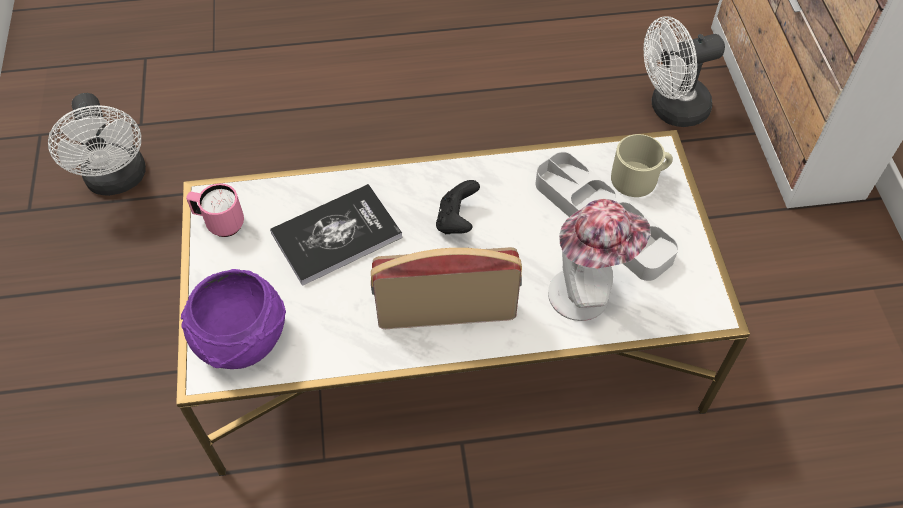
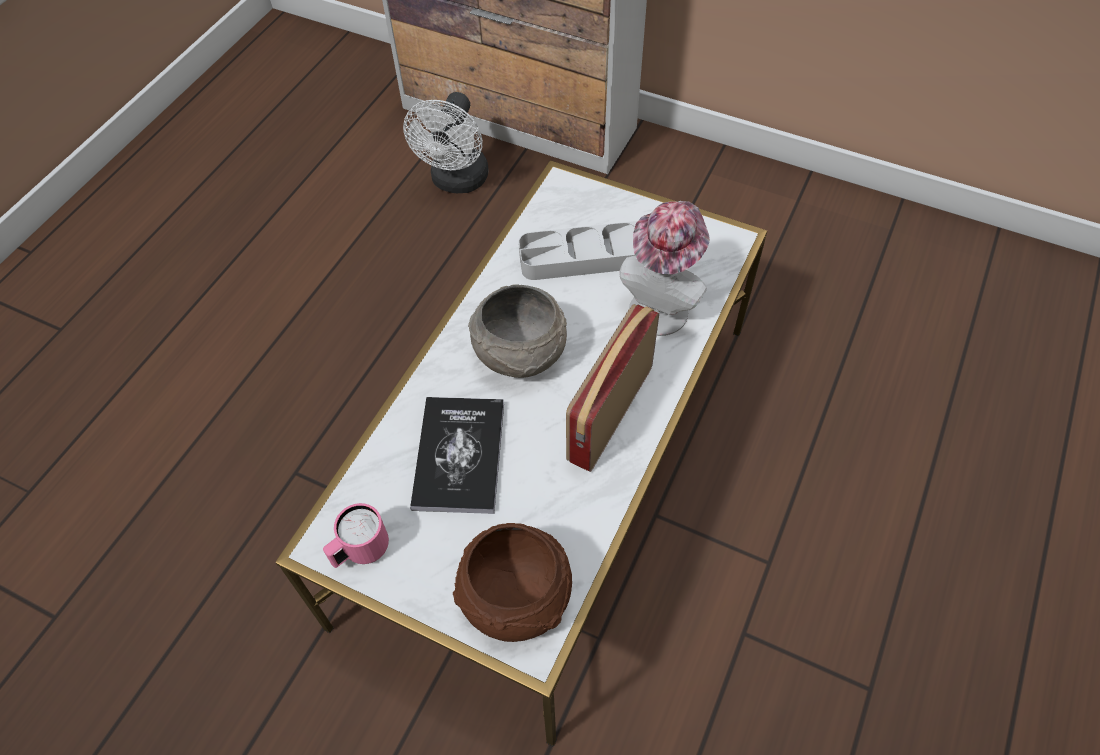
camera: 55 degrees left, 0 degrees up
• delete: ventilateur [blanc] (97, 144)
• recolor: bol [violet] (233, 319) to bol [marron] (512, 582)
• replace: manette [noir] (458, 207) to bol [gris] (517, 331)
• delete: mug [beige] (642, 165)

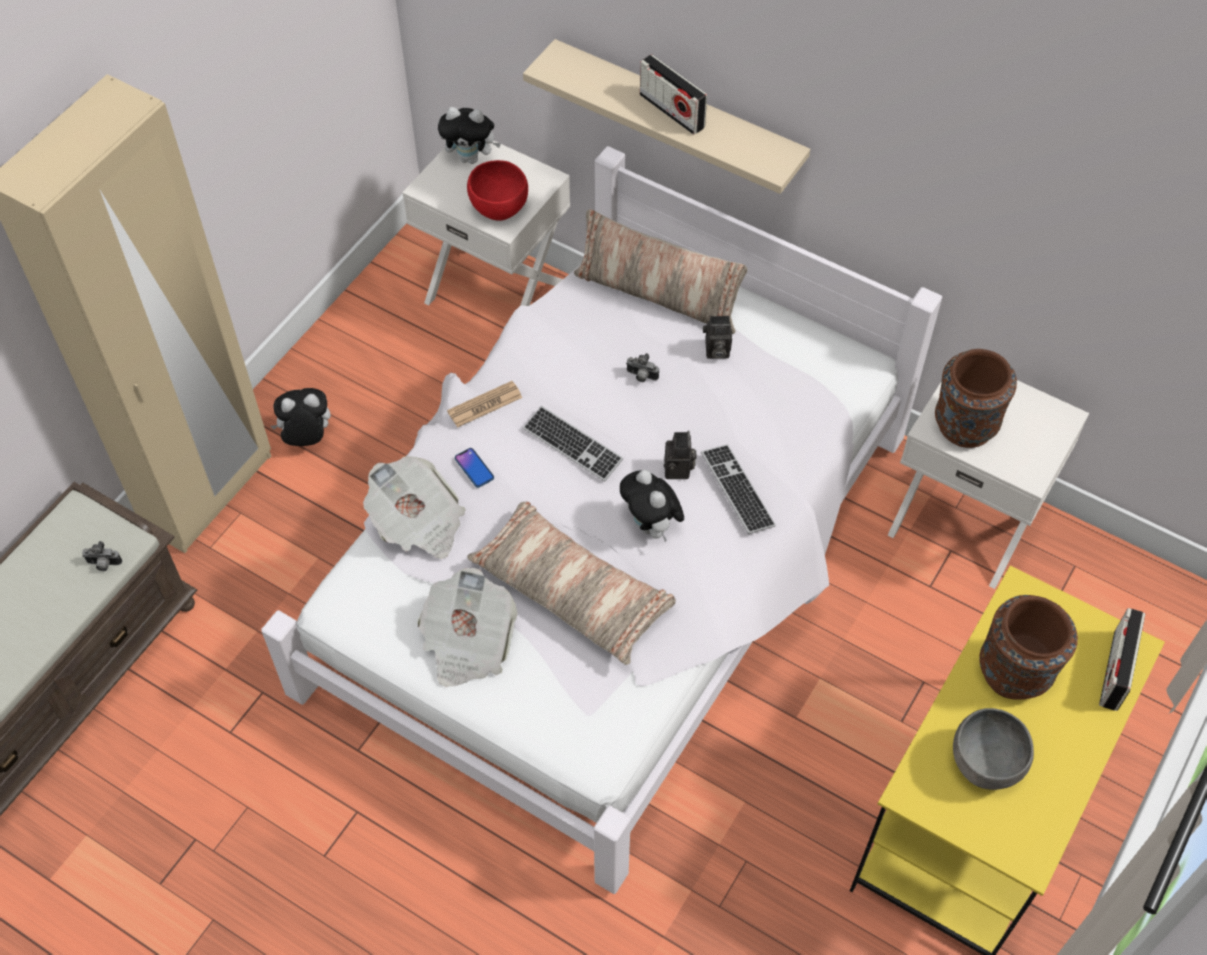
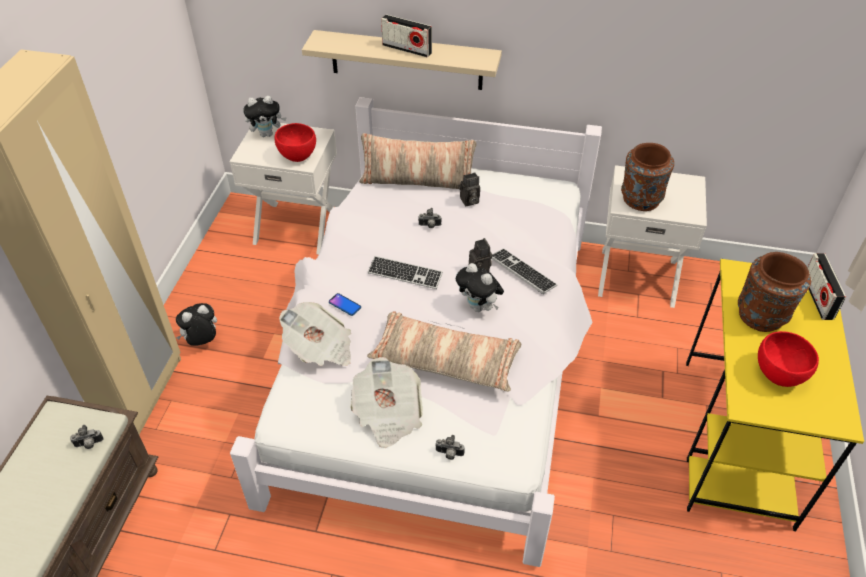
camera: 20 degrees left, 10 degrees down
• delete: journal (485, 404)
• recolor: bol [gris] (993, 749) to bol [rouge] (788, 359)
• insert: appareil photo (450, 447)

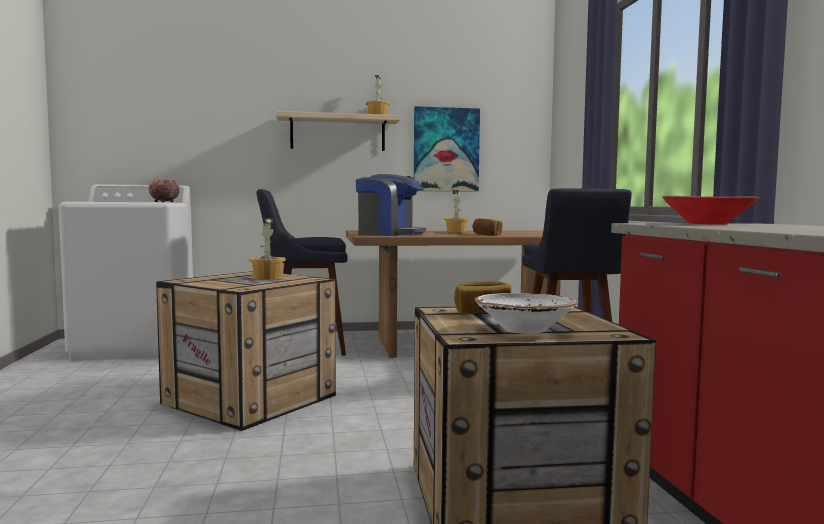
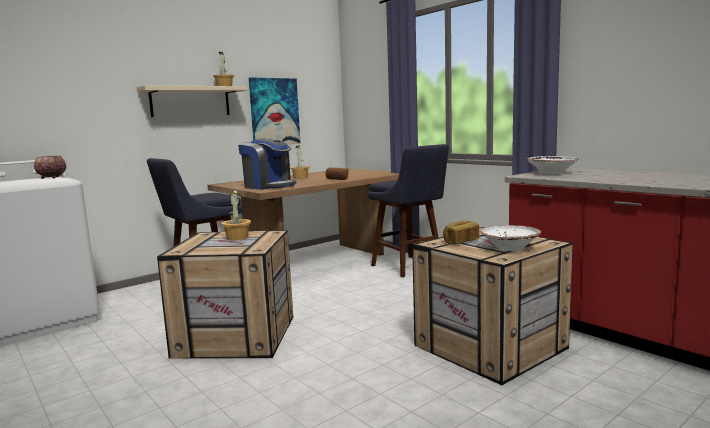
camera: 30 degrees left, 5 degrees up
• rotate: machine à café (391, 205) = (267, 164) 45 degrees clockwise
• recolor: bol [rouge] (711, 210) to bol [blanc] (553, 165)

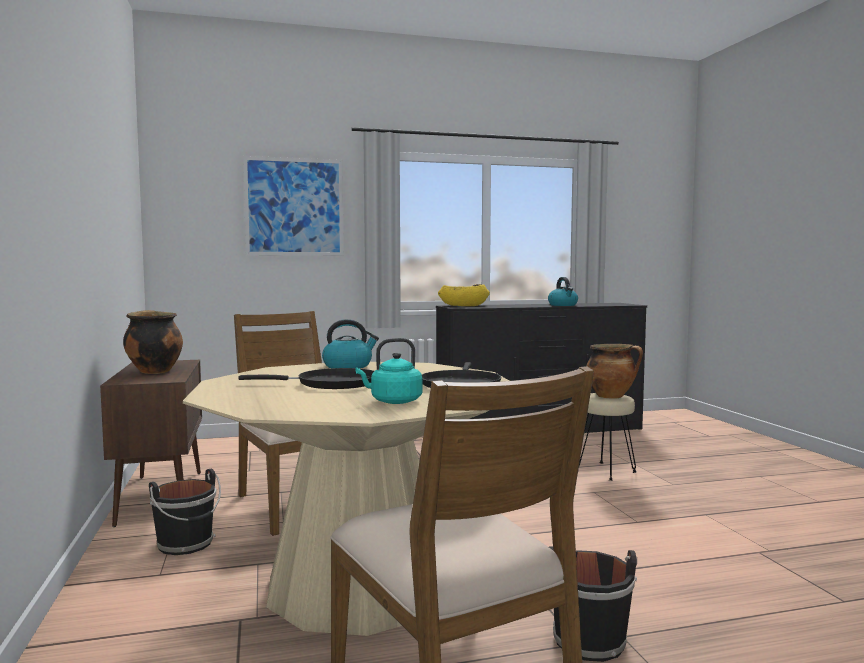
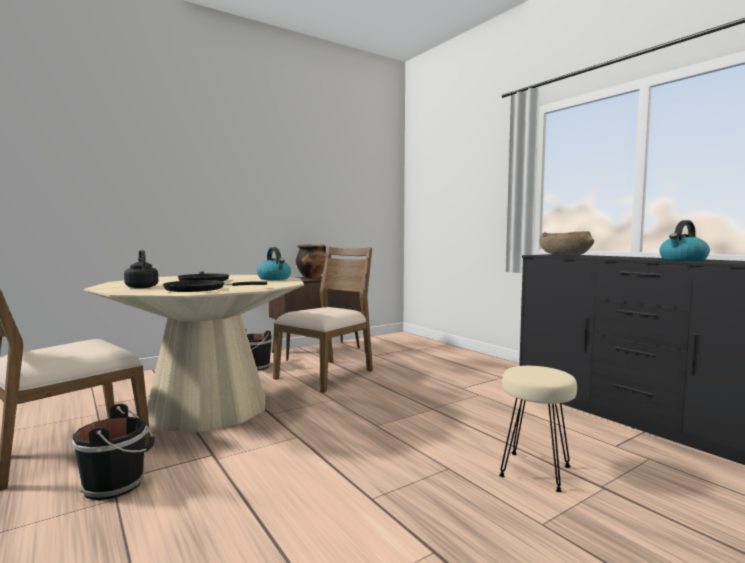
camera: 70 degrees right, 0 degrees up
• delete: tableau (293, 206)
• recolor: bouilloire [turquoise] (389, 371) to bouilloire [noir] (141, 268)
• recolor: bol [jaune] (464, 295) to bol [marron] (566, 243)
• delete: marmite (615, 371)

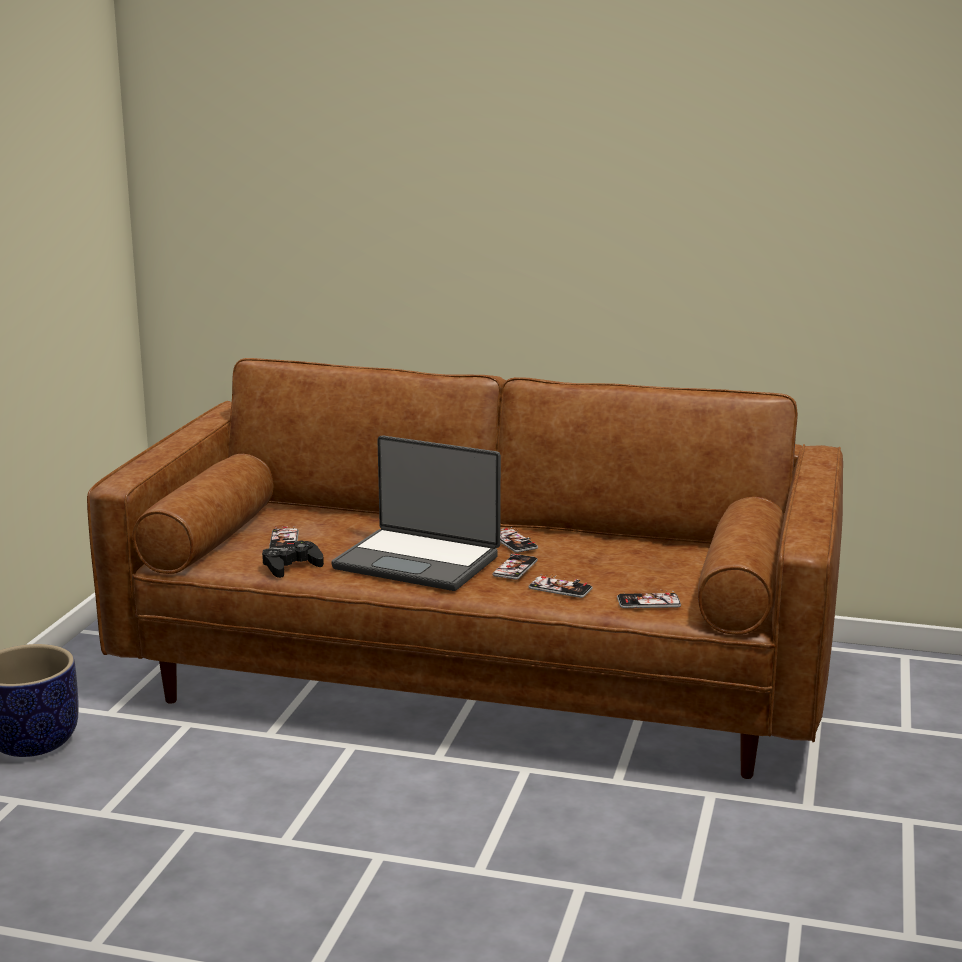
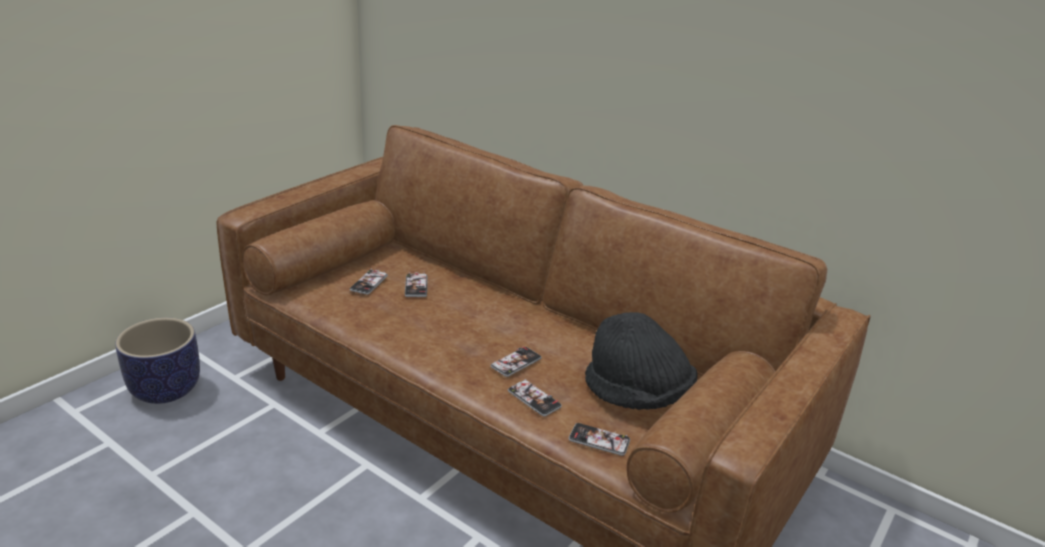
camera: 20 degrees right, 10 degrees up
• delete: manette [noir] (293, 559)
• delete: ordinateur portable (416, 513)
• move: téléphone (519, 540) to (416, 284)
• insert: chapeau [noir] (641, 361)

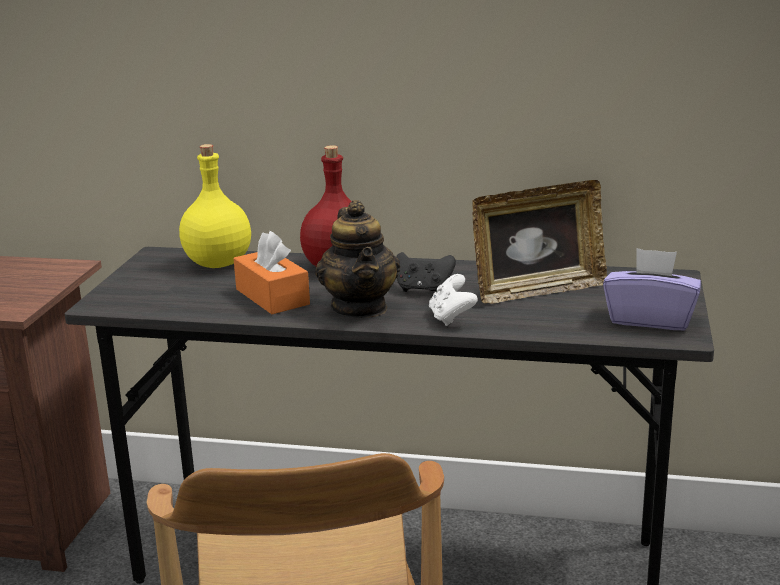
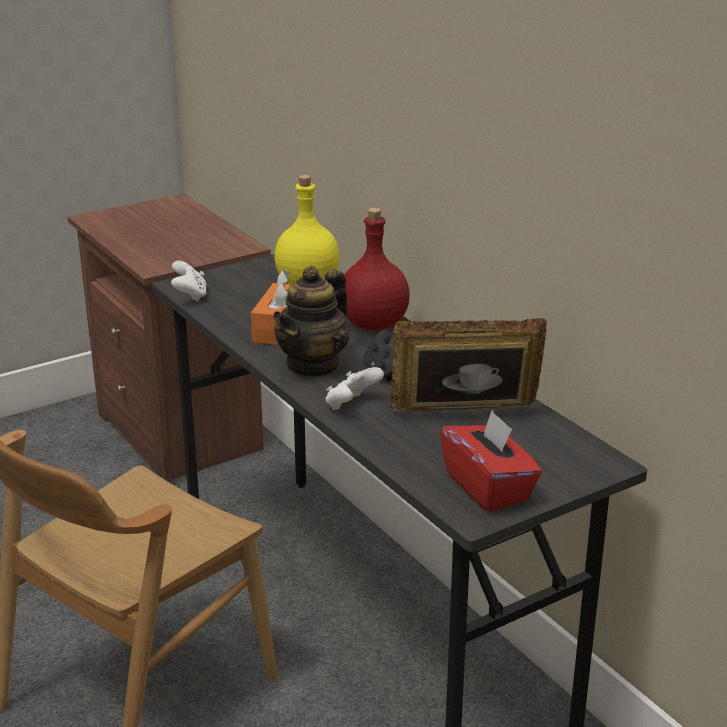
camera: 45 degrees right, 5 degrees up
• rotate: cadre photo (539, 242) = (468, 365) 150 degrees clockwise
• recolor: boîte à mouchoirs [violet] (652, 289) to boîte à mouchoirs [rouge] (491, 461)
• insert: manette [blanc] (189, 281)

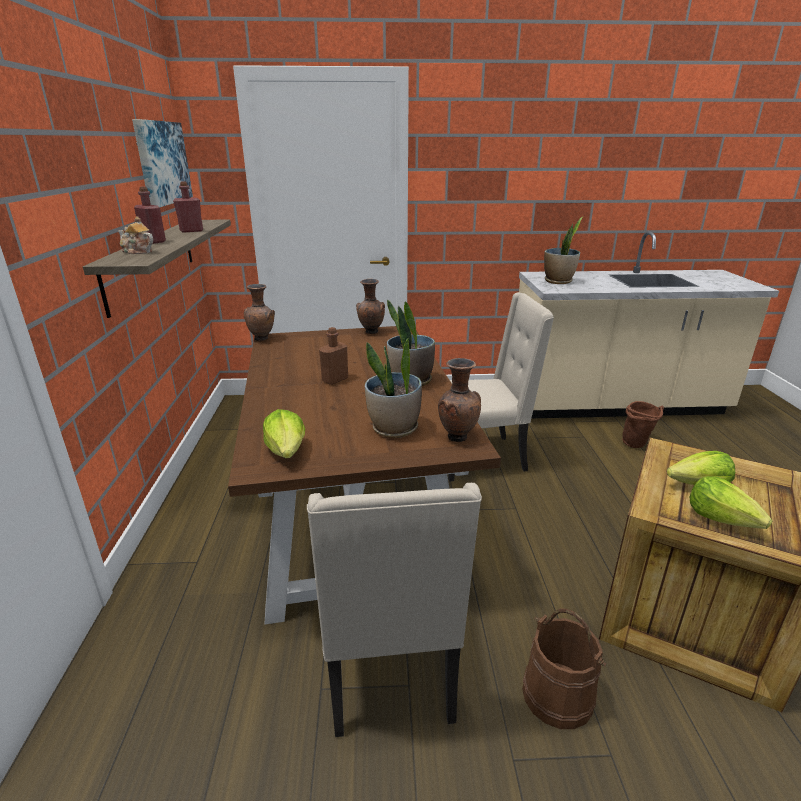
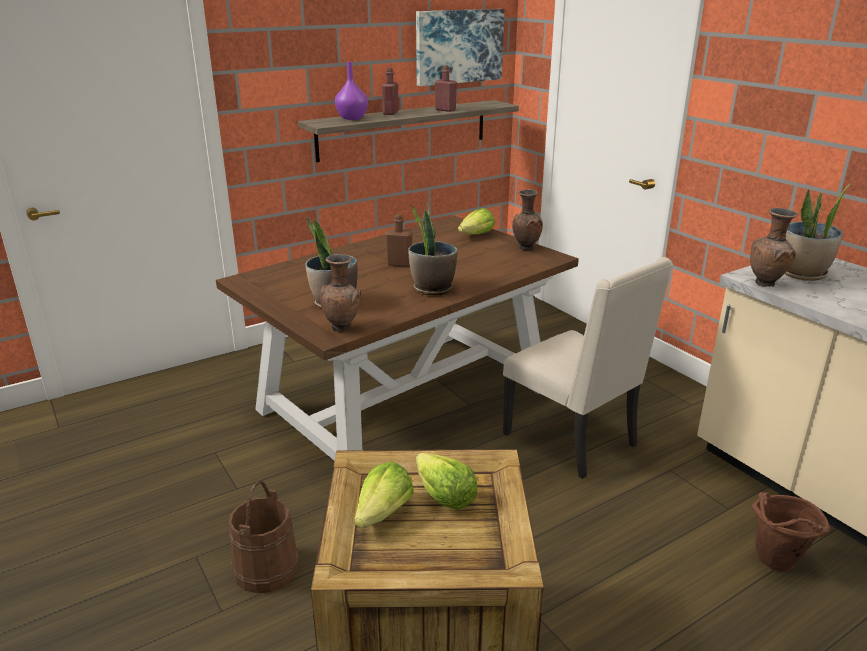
camera: 60 degrees right, 0 degrees up
• replace: théière (135, 235) to vase [violet] (351, 91)
• move: vase [marron] (259, 312) to (774, 247)
• move: laitue (284, 433) to (476, 221)
• delete: chaise [beige] (394, 610)

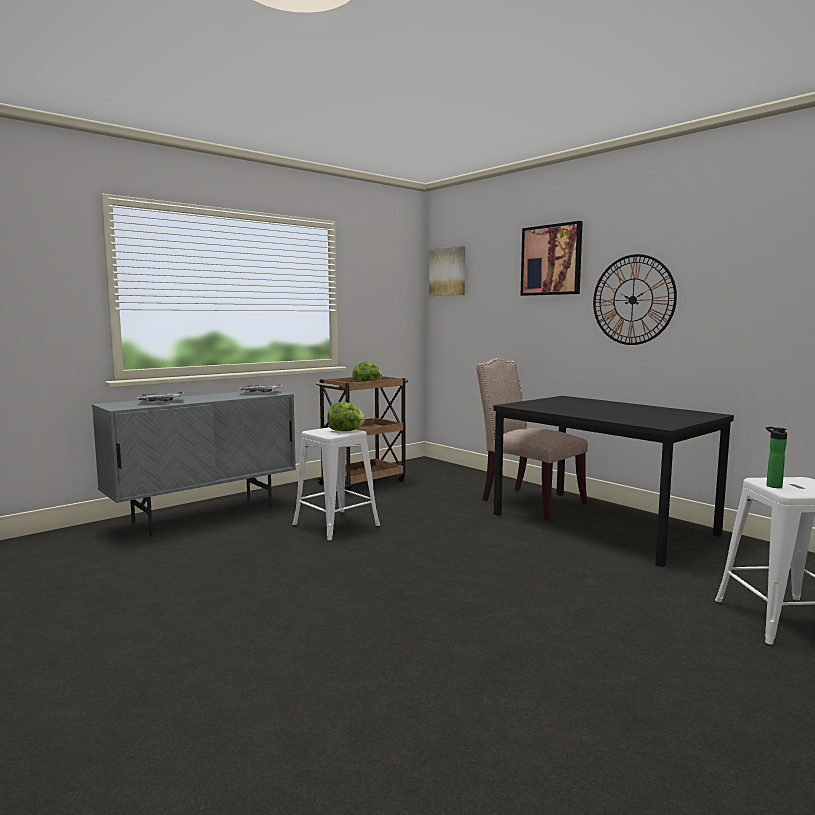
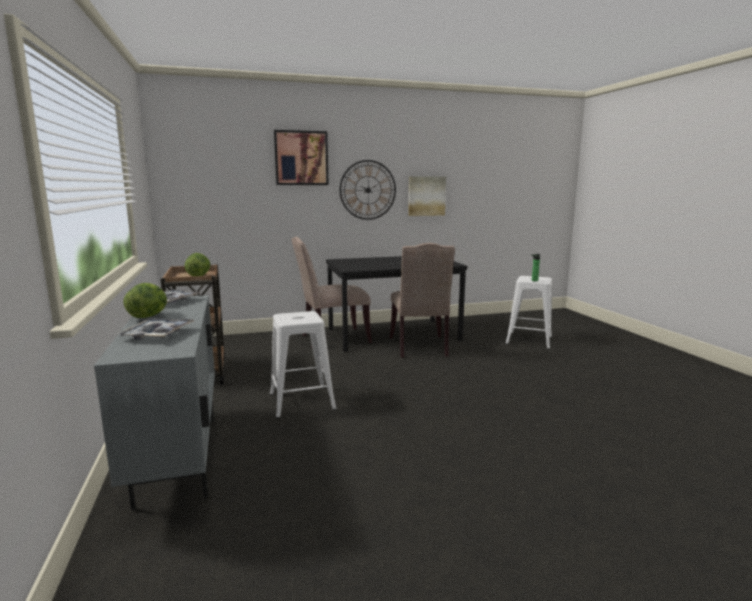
camera: 65 degrees left, 5 degrees up
• move: laitue (346, 416) to (145, 300)
• move: tableau (447, 271) to (427, 196)
• insert: chaise [beige] (422, 300)

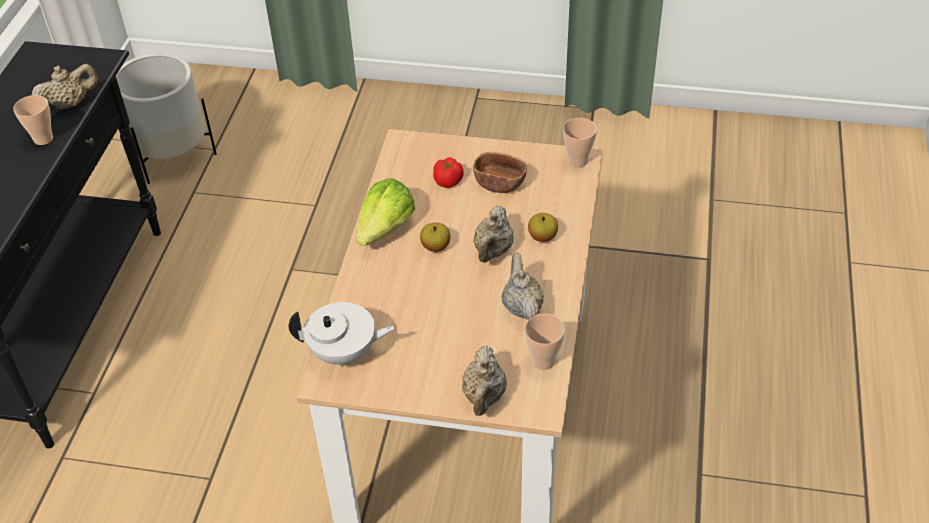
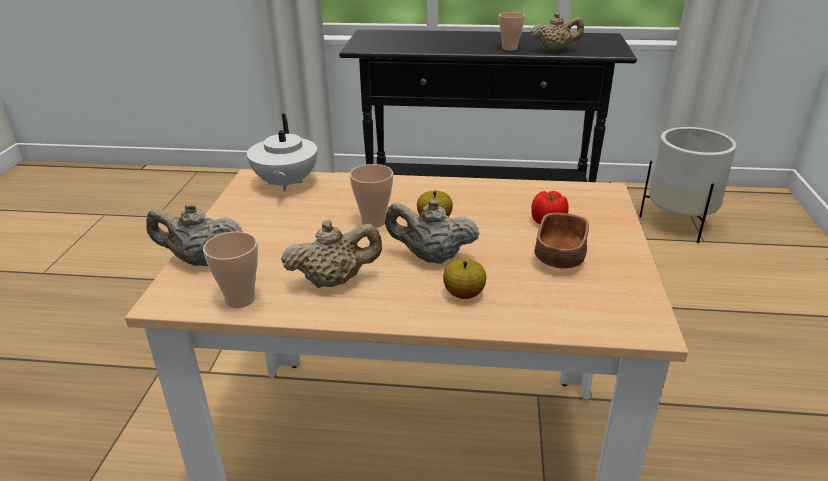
camera: 85 degrees right, 15 degrees down
• rotate: théière [beige] (65, 87) = (557, 32) 60 degrees counterclockwise
• delete: laitue (385, 212)
• move: tasse (580, 143) to (371, 196)

